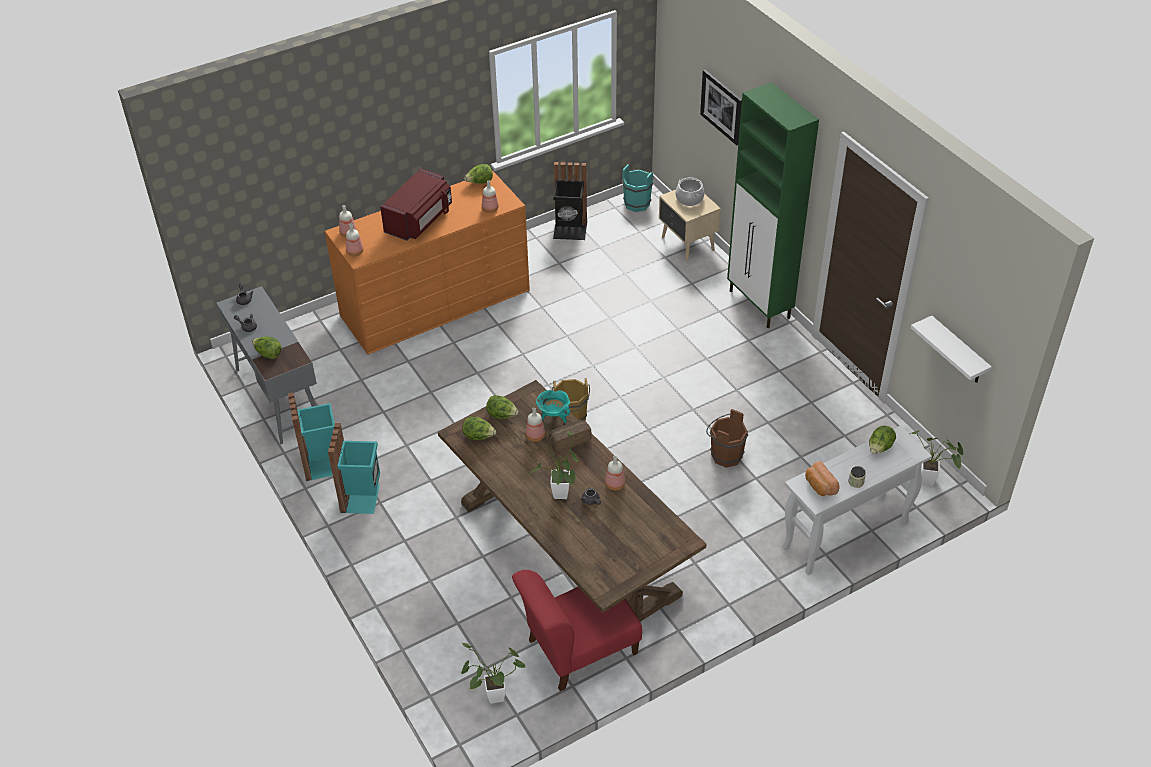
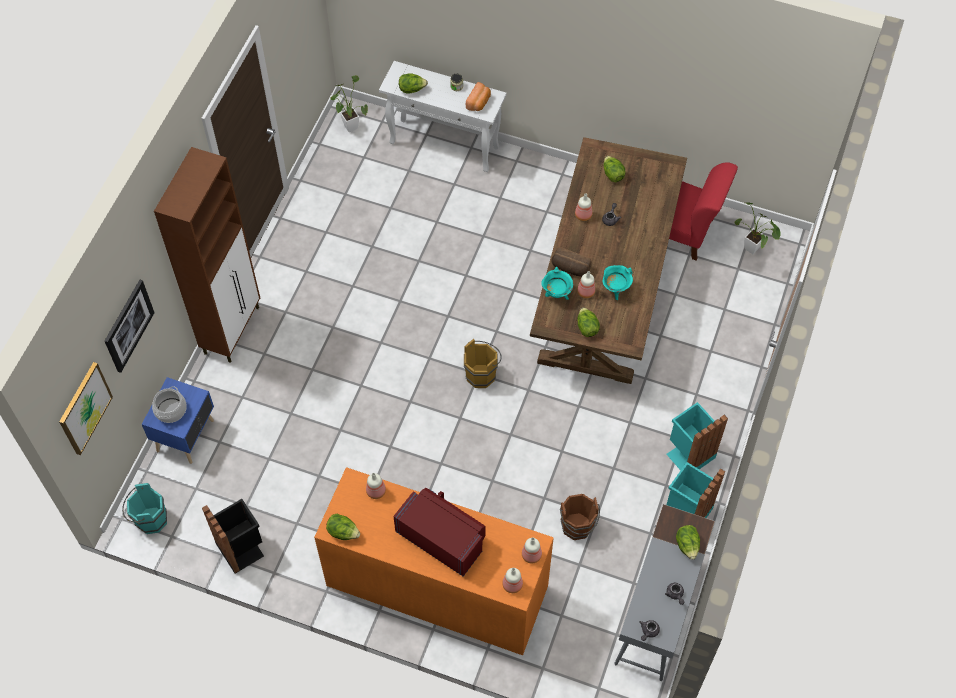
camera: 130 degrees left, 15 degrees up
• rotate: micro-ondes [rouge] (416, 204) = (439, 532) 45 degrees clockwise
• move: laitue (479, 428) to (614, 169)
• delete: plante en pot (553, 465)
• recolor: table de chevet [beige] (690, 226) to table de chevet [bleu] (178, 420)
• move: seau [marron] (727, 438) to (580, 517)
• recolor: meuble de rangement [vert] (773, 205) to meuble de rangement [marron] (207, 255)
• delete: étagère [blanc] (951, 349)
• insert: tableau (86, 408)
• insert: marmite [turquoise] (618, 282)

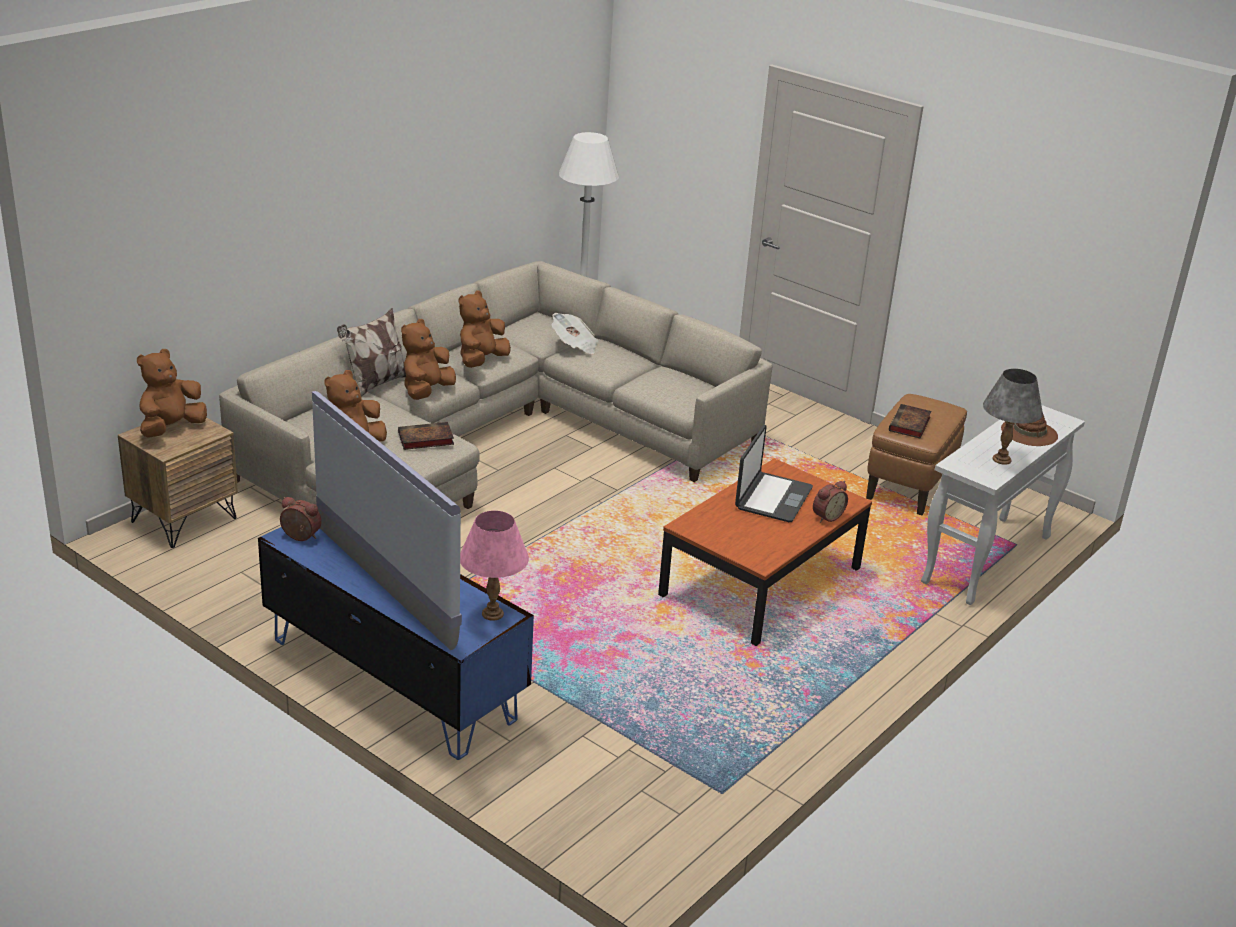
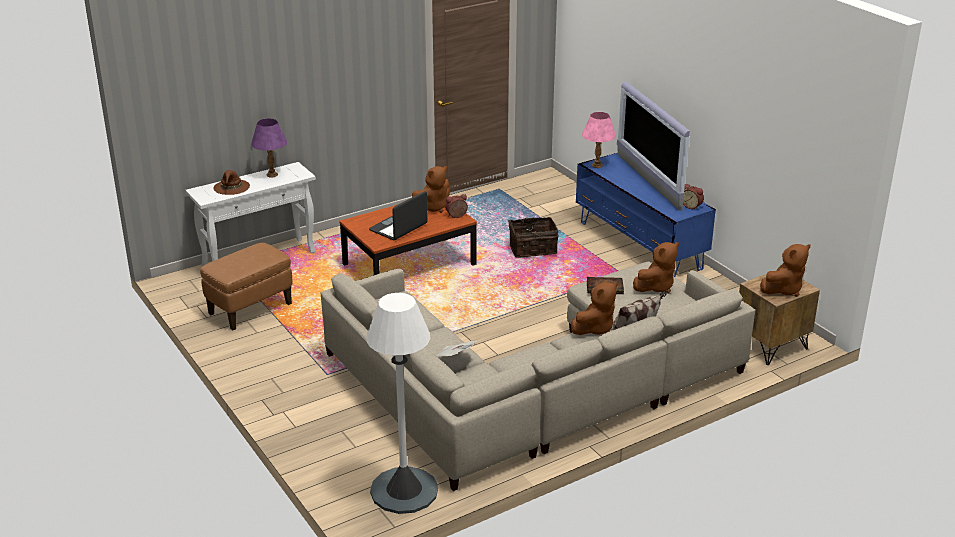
camera: 160 degrees left, 0 degrees up
• move: peluche [marron] (485, 329) to (431, 189)
• move: réveil (830, 502) to (456, 206)
• delete: livre (910, 421)
• recolor: lampe de table [gris] (1013, 417) to lampe de table [violet] (269, 148)
• insert: panier (533, 237)

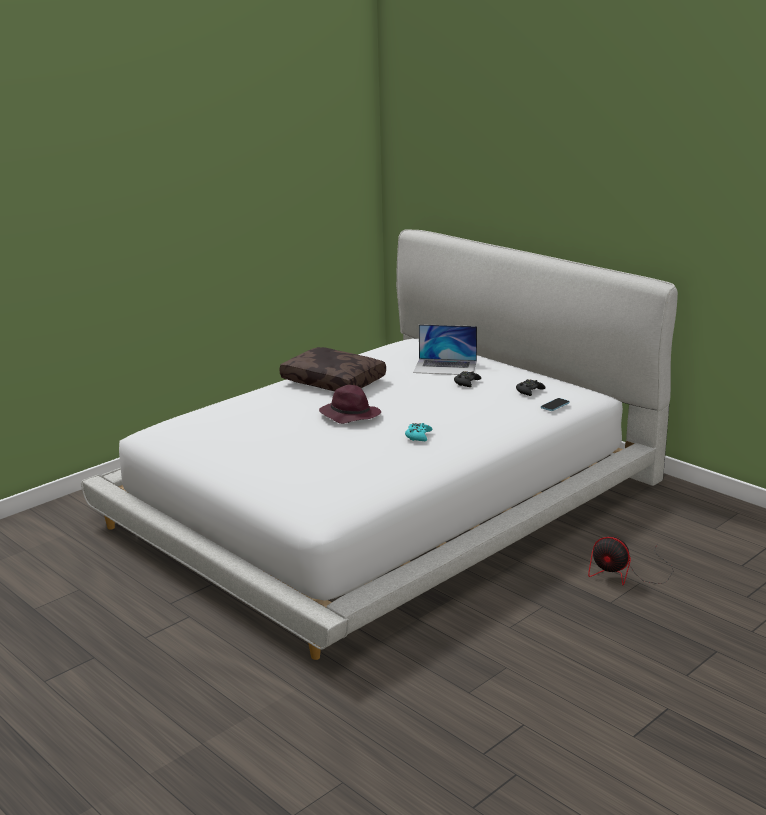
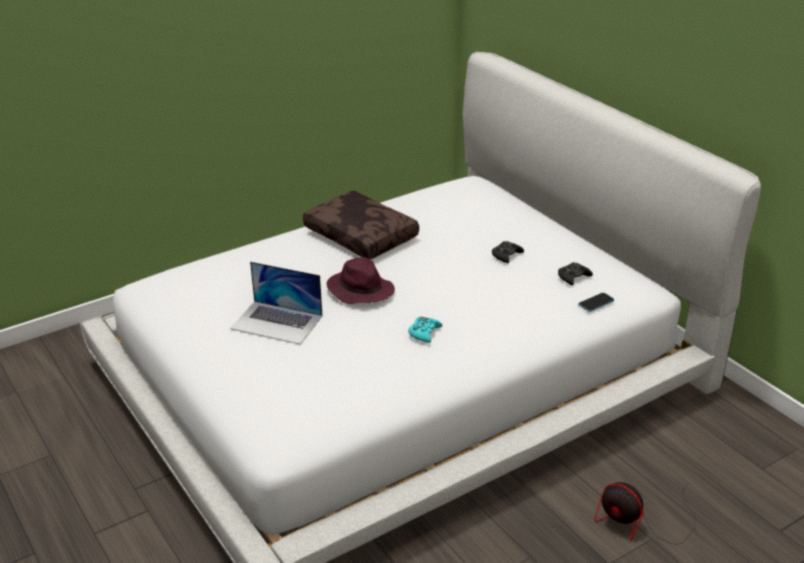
camera: 10 degrees right, 10 degrees up
• move: ordinateur portable (445, 349) to (276, 303)

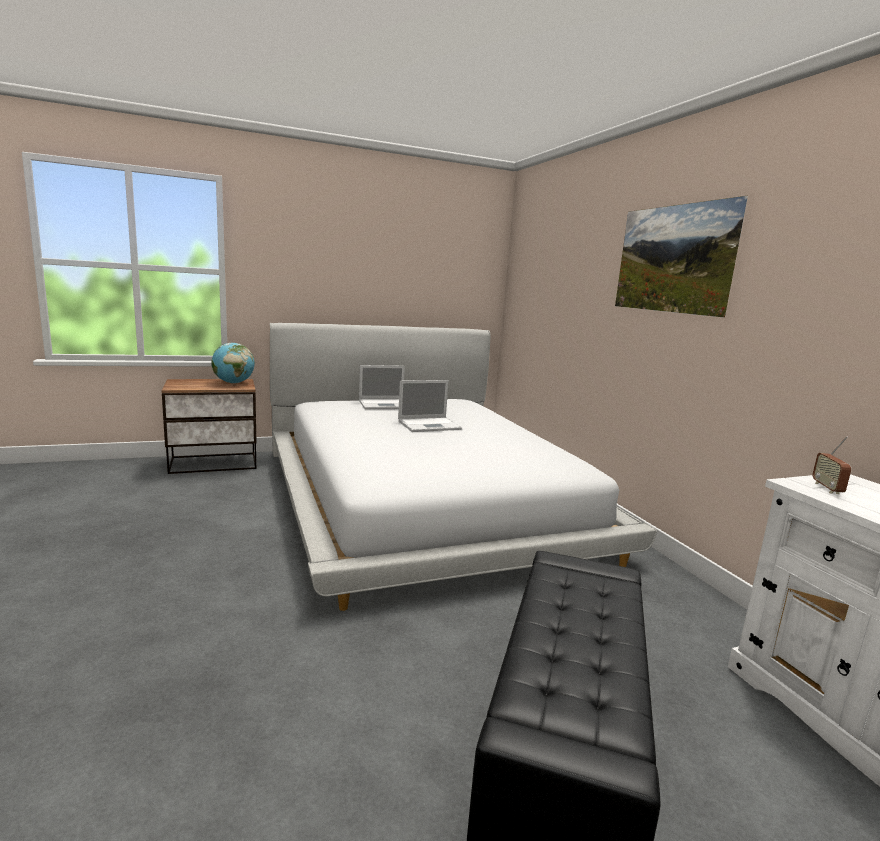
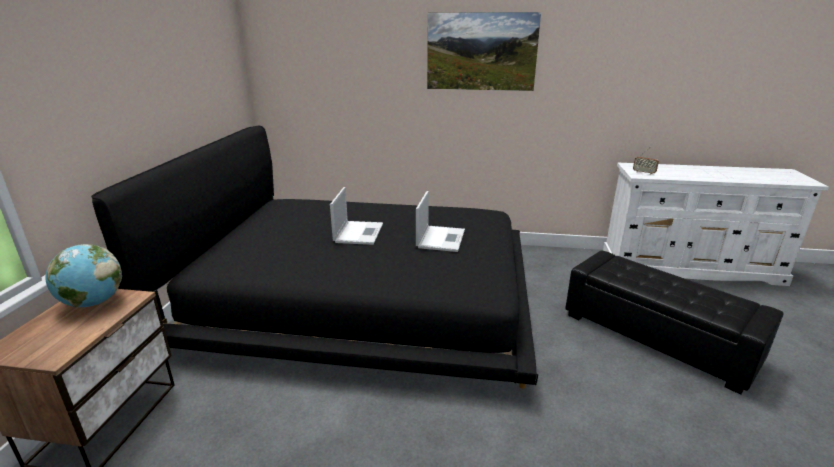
camera: 60 degrees left, 10 degrees up
• recolor: lit [blanc] (463, 467) to lit [noir] (314, 257)
• move: ordinateur portable (382, 387) to (440, 221)

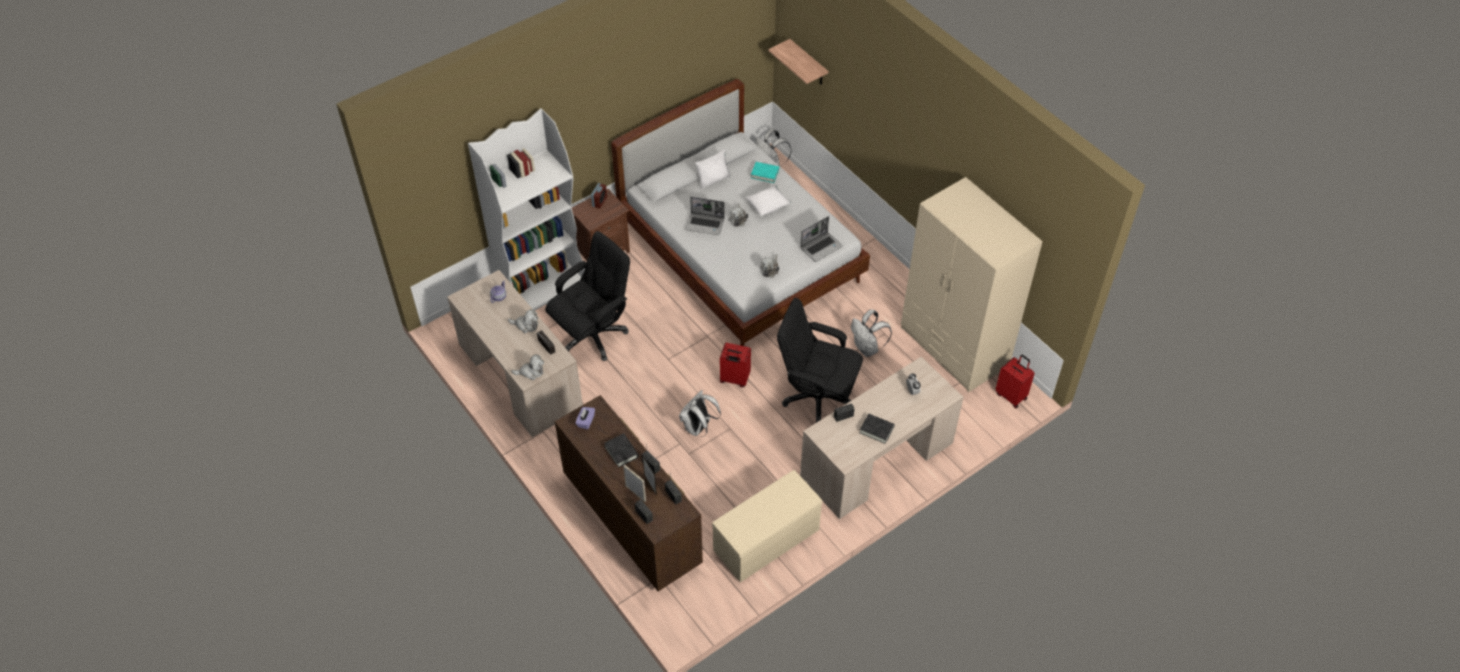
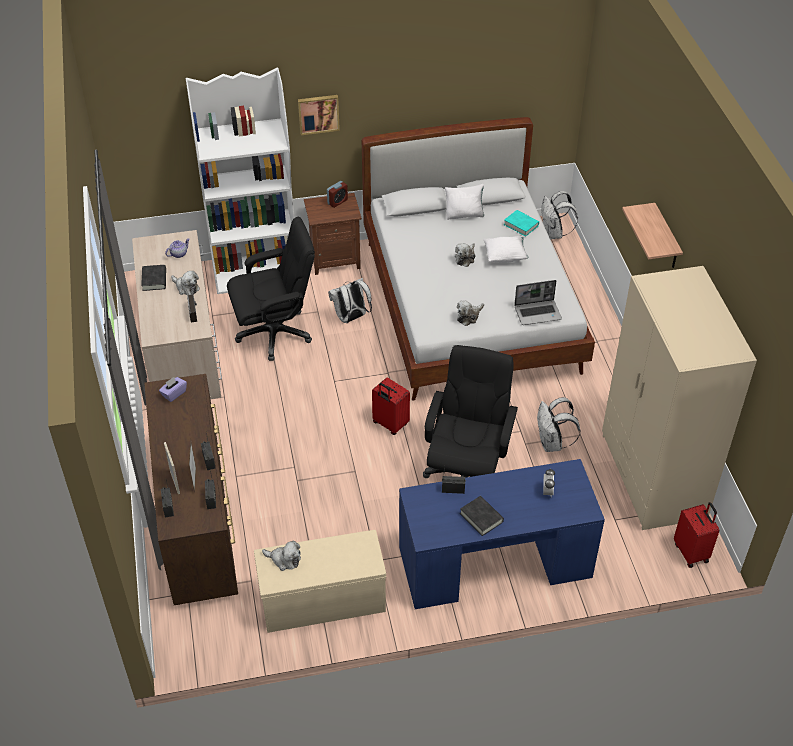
camera: 25 degrees right, 5 degrees down
• move: peluche (527, 367) to (281, 555)
• move: livre [noir] (621, 450) to (153, 278)
• move: sac à dos [blanc] (700, 413) to (350, 300)
• delete: ordinateur portable (705, 216)
• move: étagère (798, 62) to (652, 235)
• rotate: chaise de bureau [noir] (820, 360) = (470, 411) 60 degrees clockwise
• recolor: bureau [beige] (882, 438) to bureau [bleu] (502, 534)
• insert: tableau (319, 115)

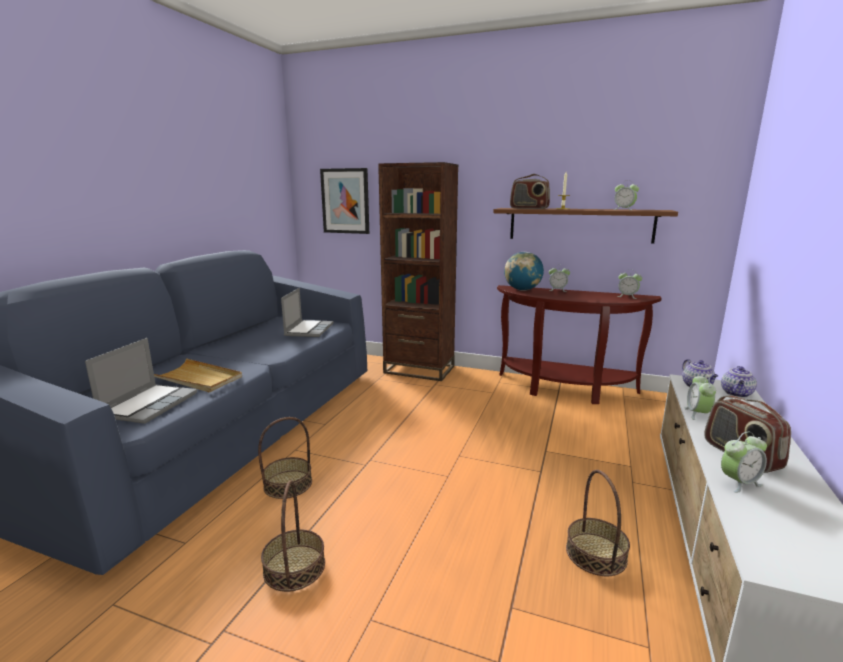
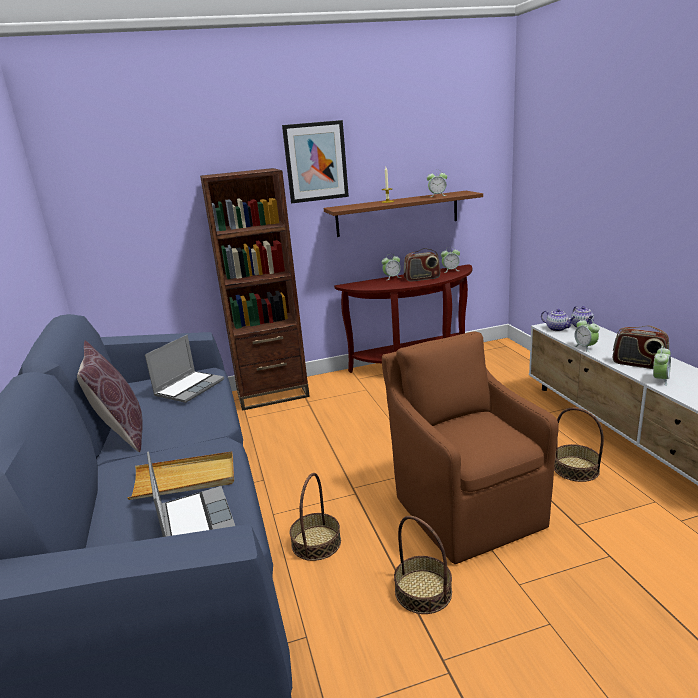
camera: 35 degrees left, 5 degrees up
• rotate: ordinateur portable (307, 312) = (184, 369) 60 degrees clockwise
• move: tableau (344, 201) to (315, 161)
• delete: globe (524, 271)
• move: radio (530, 191) to (422, 265)
• insert: coussin [marron] (110, 396)
• insert: fauteuil [marron] (470, 448)

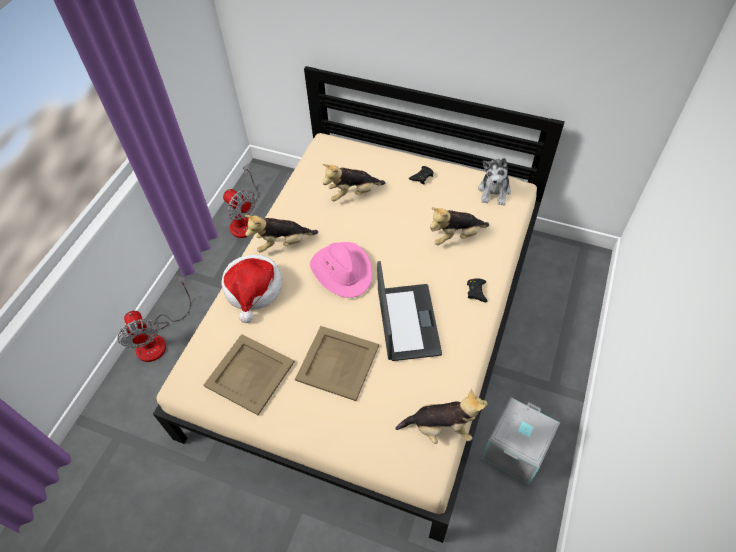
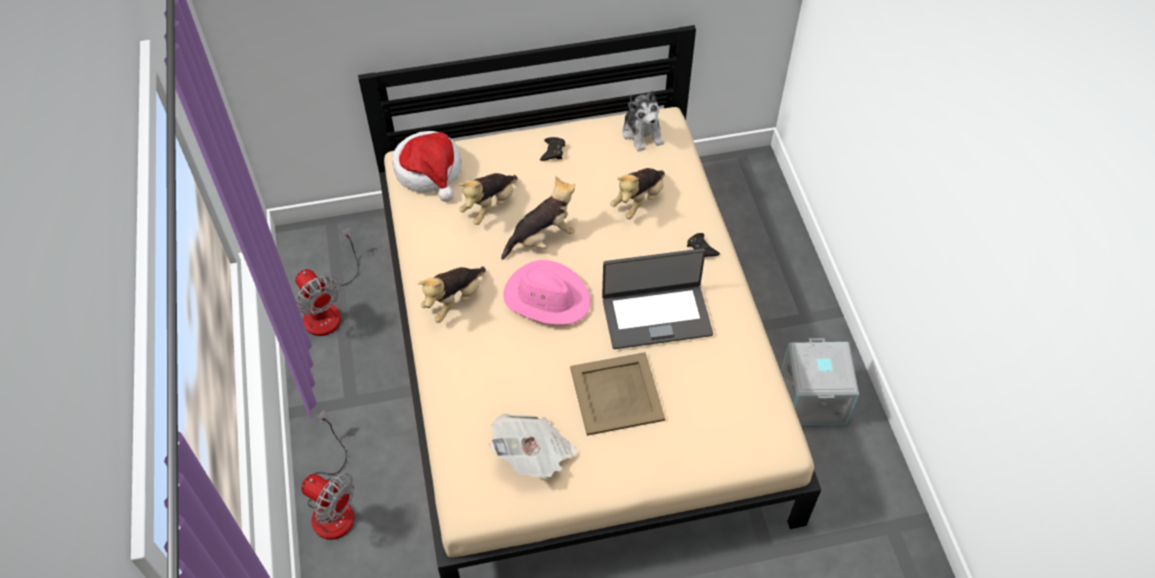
camera: 35 degrees left, 0 degrees up
• replace: plateau [beige] (249, 374) to journal (533, 446)
• move: chapeau (251, 289) to (427, 166)
• rotate: ventilateur (241, 201) = (327, 281) 45 degrees clockwise
• rotate: ordinateur portable (409, 311) = (657, 298) 120 degrees clockwise
• move: peluche (441, 416) to (538, 218)

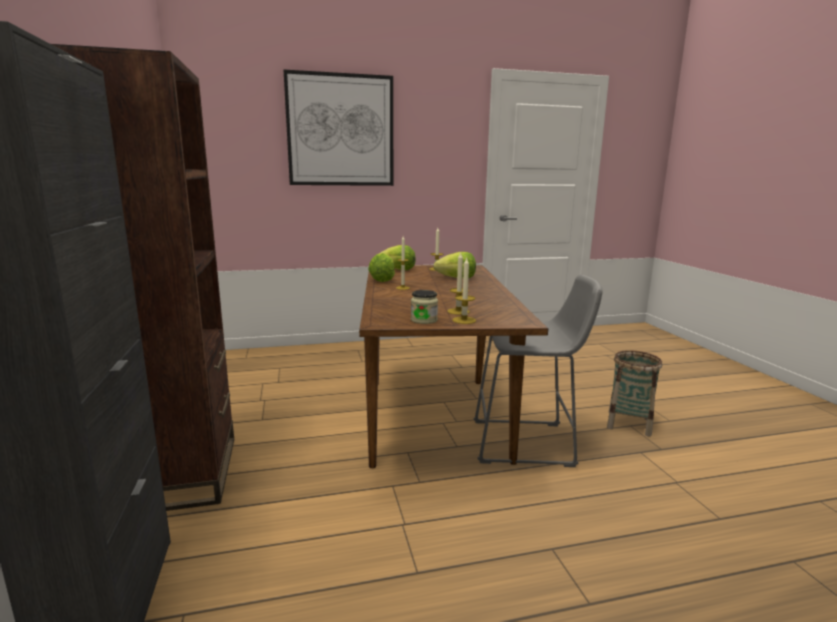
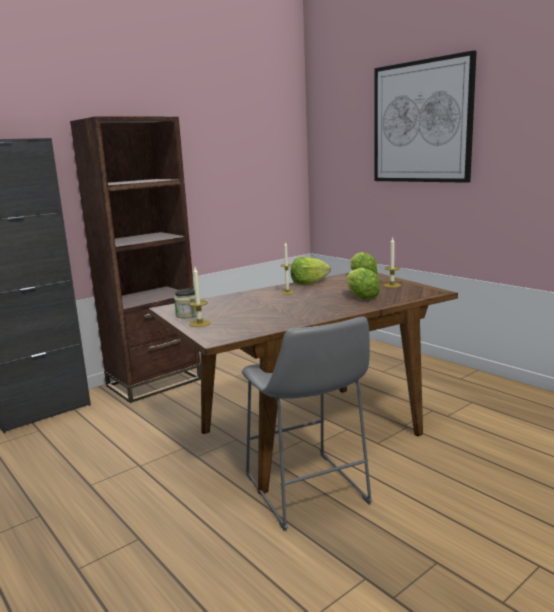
camera: 65 degrees right, 0 degrees up
• delete: bougie (458, 283)
• delete: panier (635, 393)

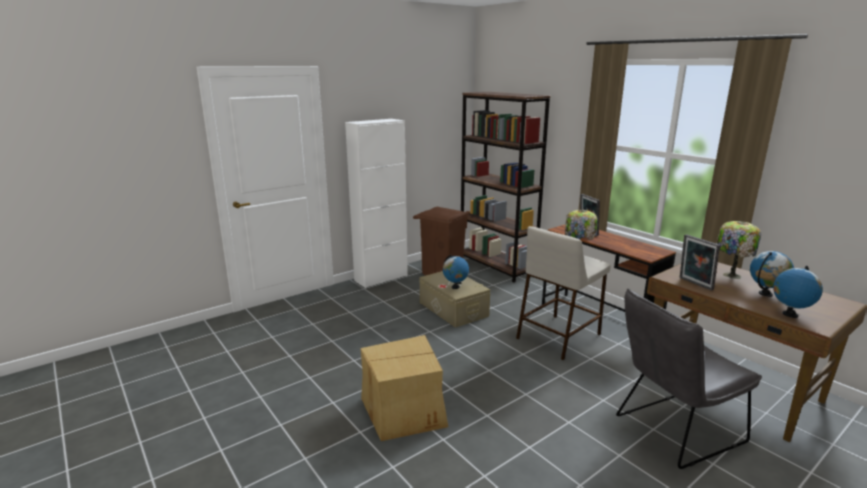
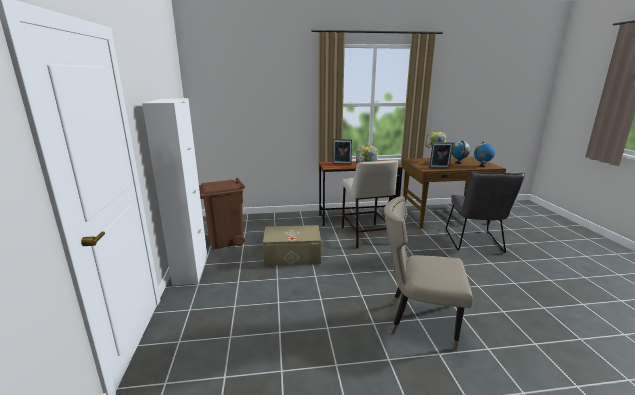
camera: 60 degrees left, 0 degrees up
• replace: carton (404, 388) to chaise [beige] (428, 273)
• delete: globe (456, 272)
• delete: bibliothèque [marron] (505, 187)

